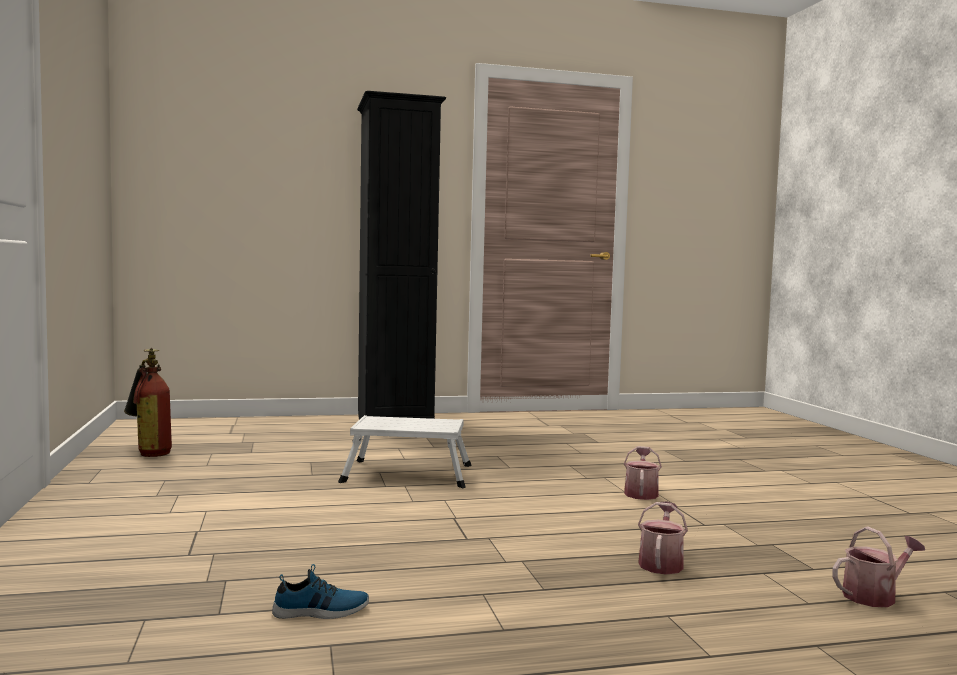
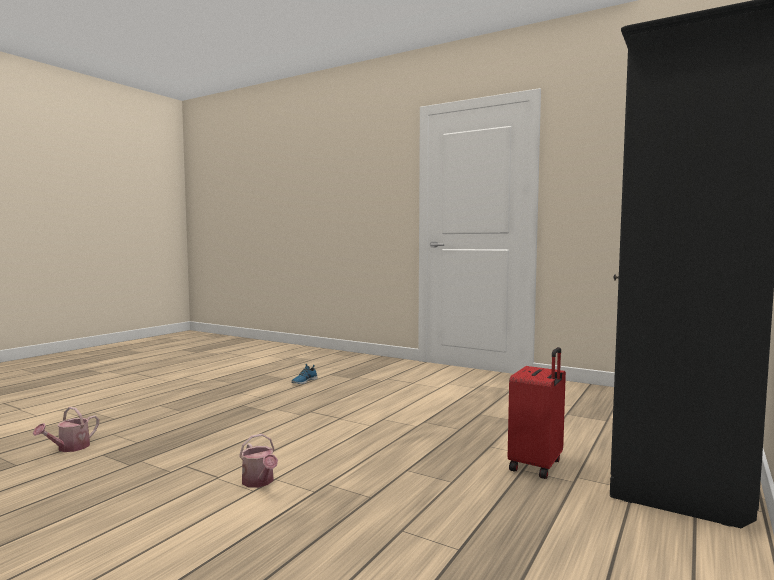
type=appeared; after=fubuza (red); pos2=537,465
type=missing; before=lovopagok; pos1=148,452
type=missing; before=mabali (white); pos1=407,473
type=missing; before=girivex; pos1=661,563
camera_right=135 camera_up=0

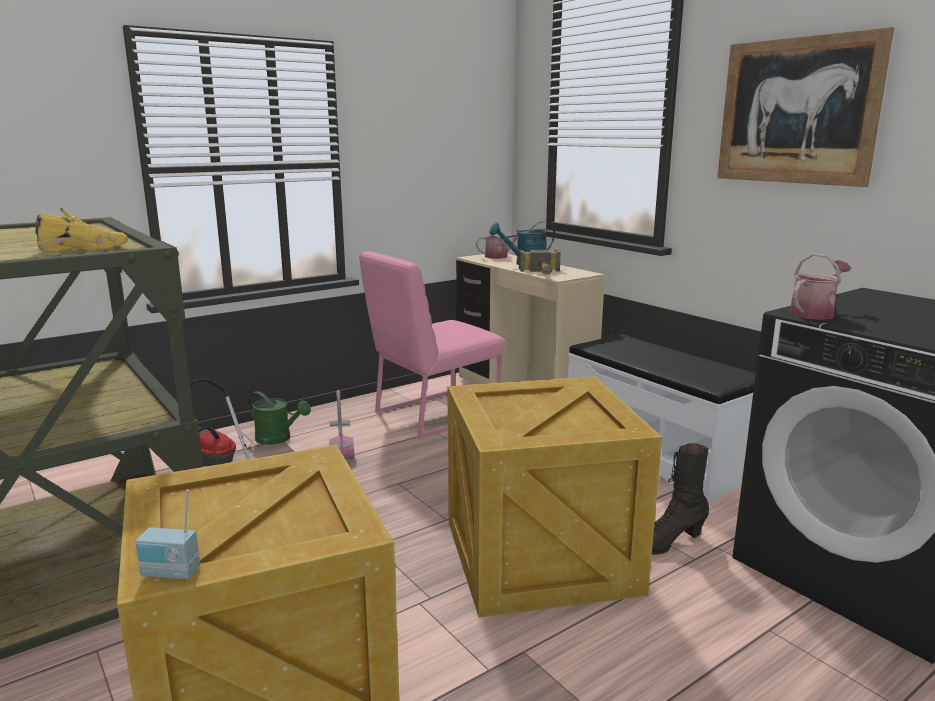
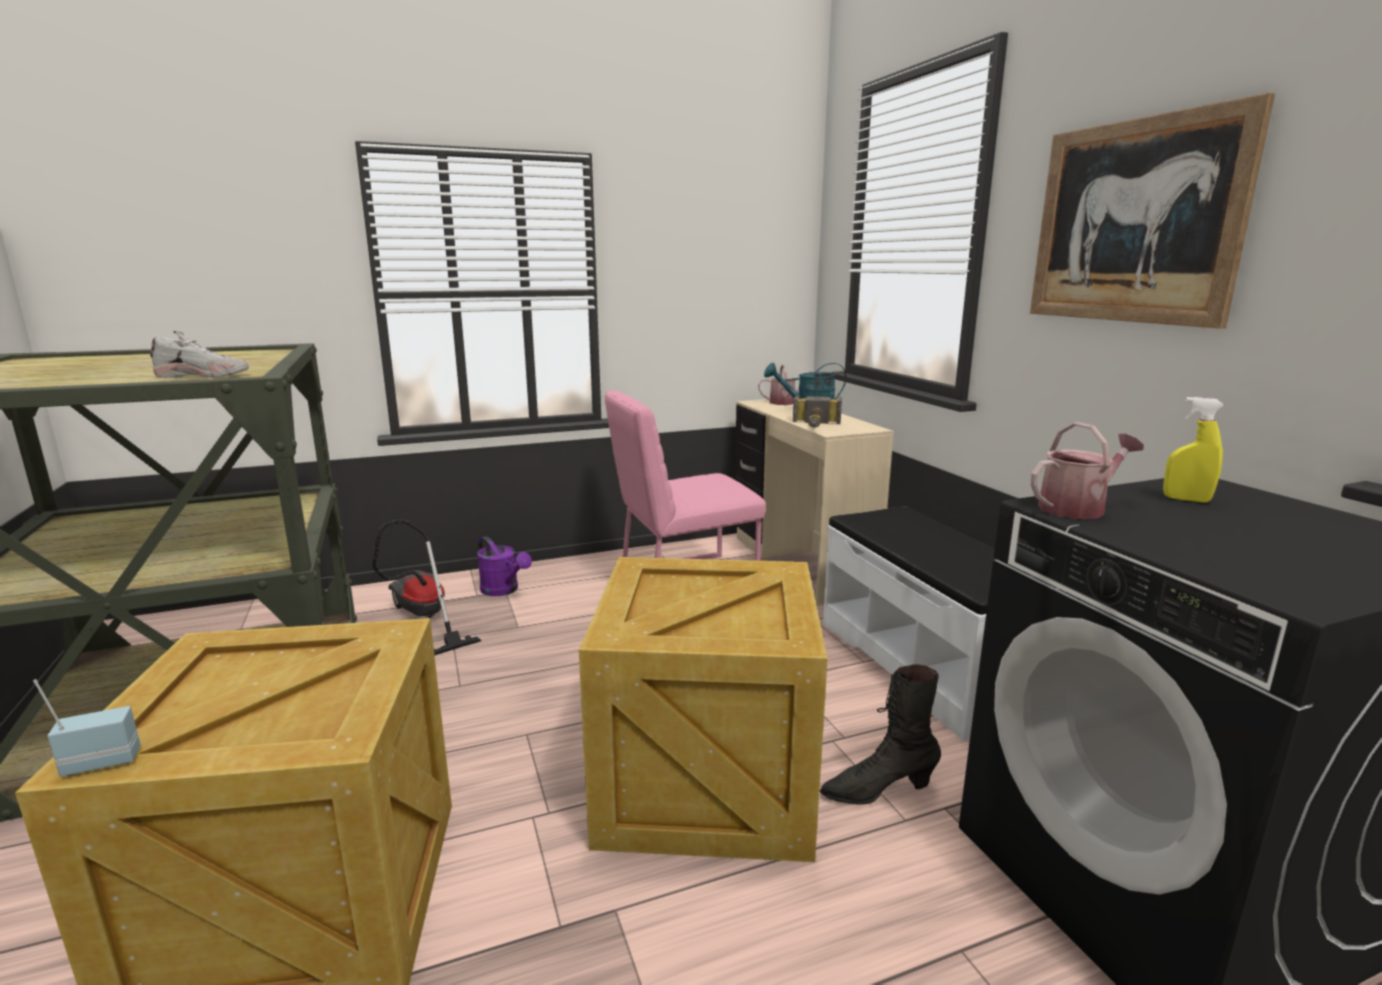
type=spun; before=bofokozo; pos1=170,573; pos2=102,761; turn=135
type=colour; before=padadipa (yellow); after=padadipa (white); pos1=84,249; pos2=204,375
type=colour; before=girivex (green); after=girivex (purple); pos1=278,439; pos2=504,590
type=appeared; after=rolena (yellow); pos2=1186,499
type=missing; before=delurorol; pos1=341,441
camera_right=15 camera_up=0

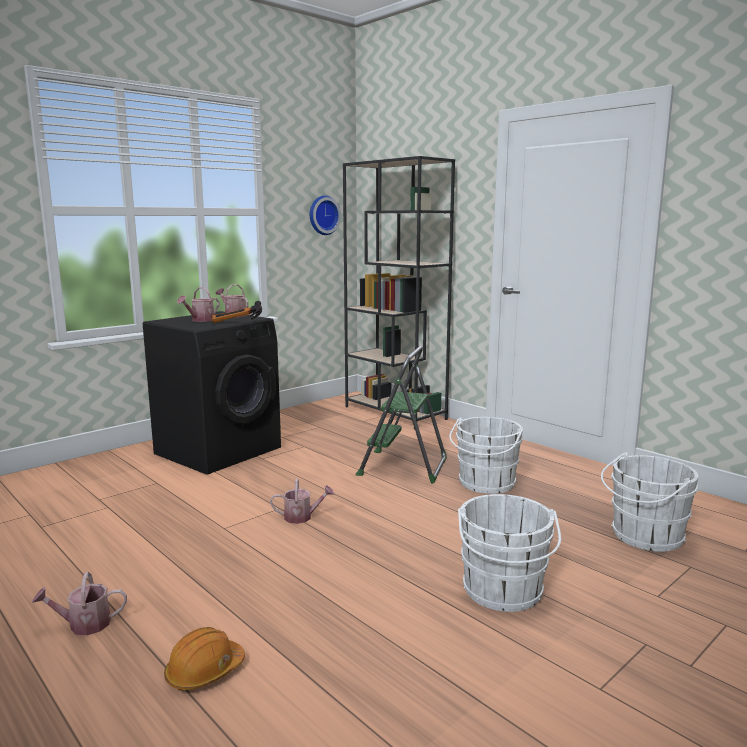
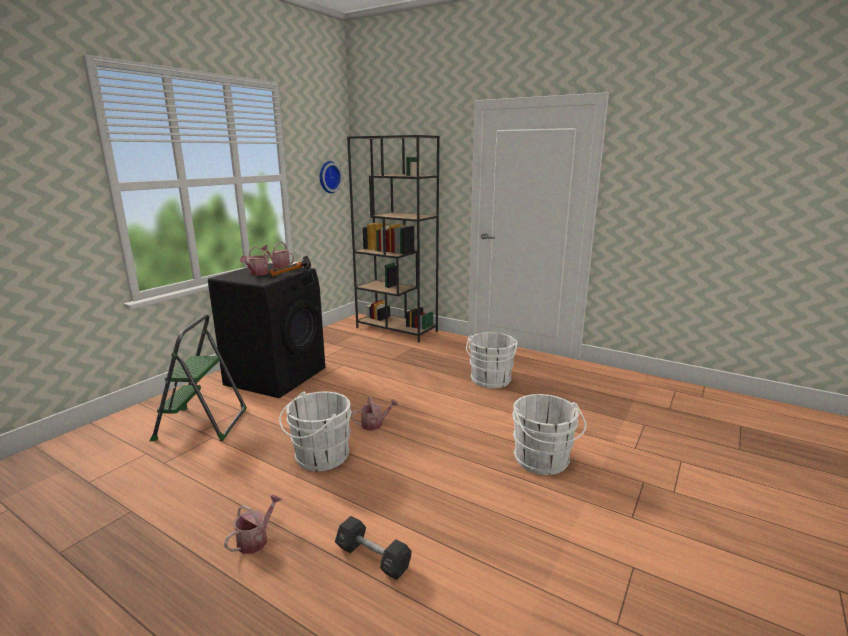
type=relocated; before=mabali (green); pos1=406,467; pos2=204,424
type=spun; before=girivex; pos1=84,624; pos2=256,539; turn=150
type=relocated; before=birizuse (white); pos1=644,536; pos2=319,457
type=exchanged; before=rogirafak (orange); after=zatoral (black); pos1=204,672; pos2=373,558
camera_right=-15 camera_up=5

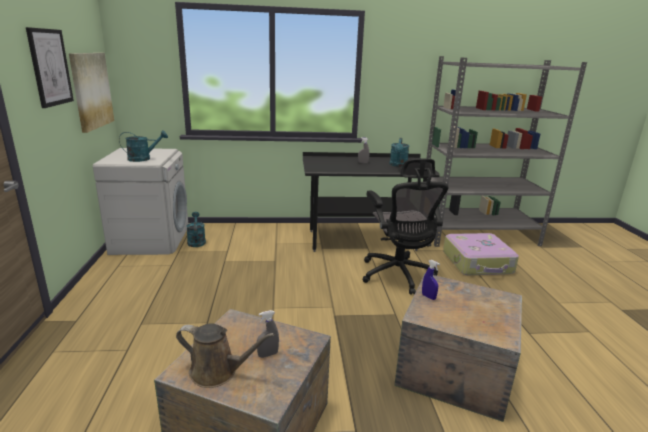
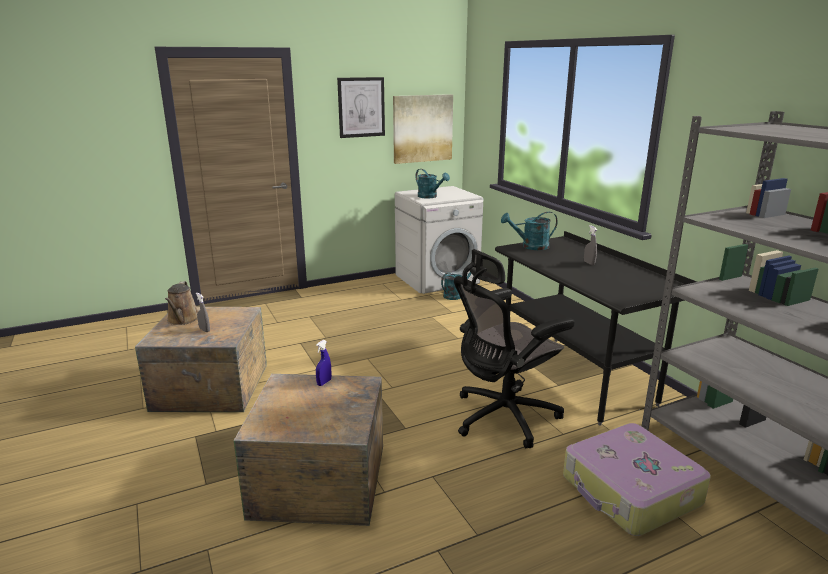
type=relocated; before=girivex (turquoise); pos1=398,165; pos2=530,246
camera_right=70 camera_up=0

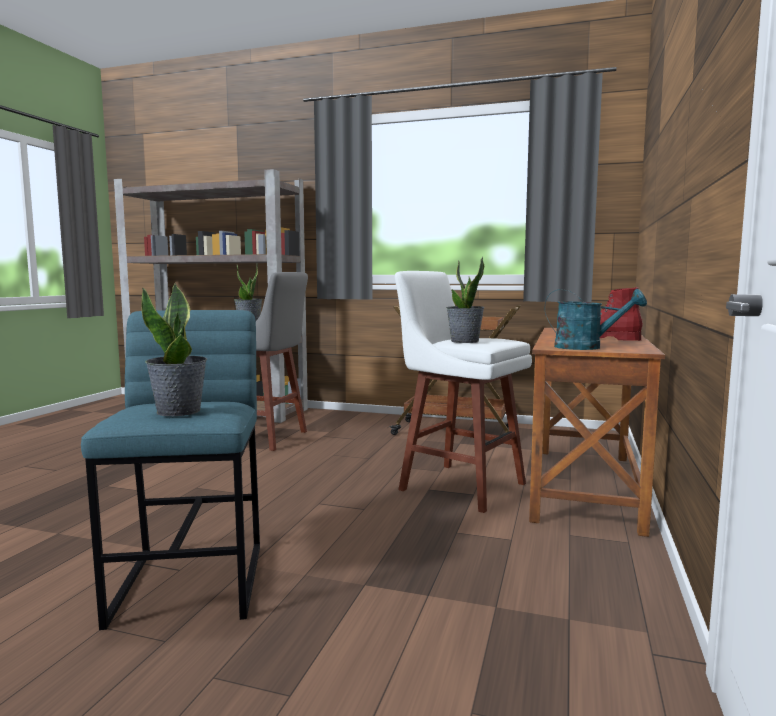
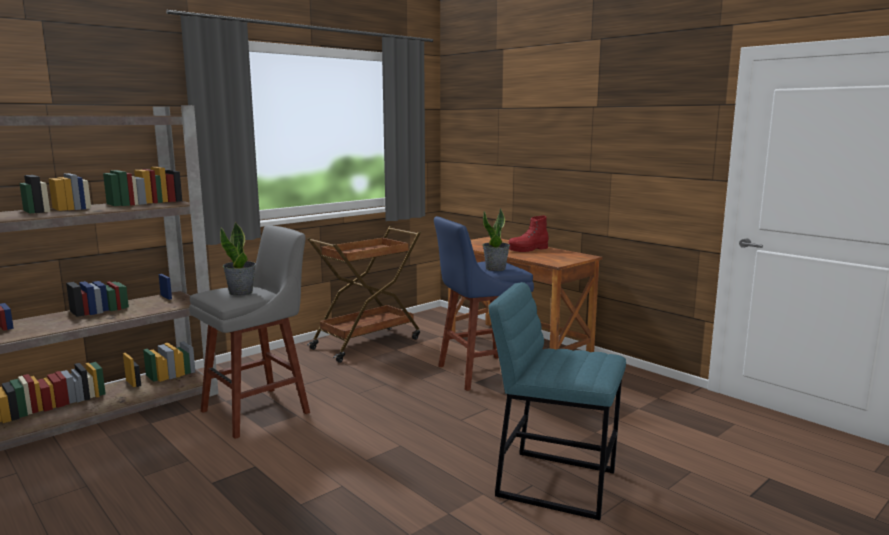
type=colour; before=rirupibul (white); after=rirupibul (blue); pos1=460,486; pos2=480,373
type=missing; before=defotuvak; pos1=179,411
type=missing; before=girivex (turquoise); pos1=586,347
camera_right=-60 camera_up=5

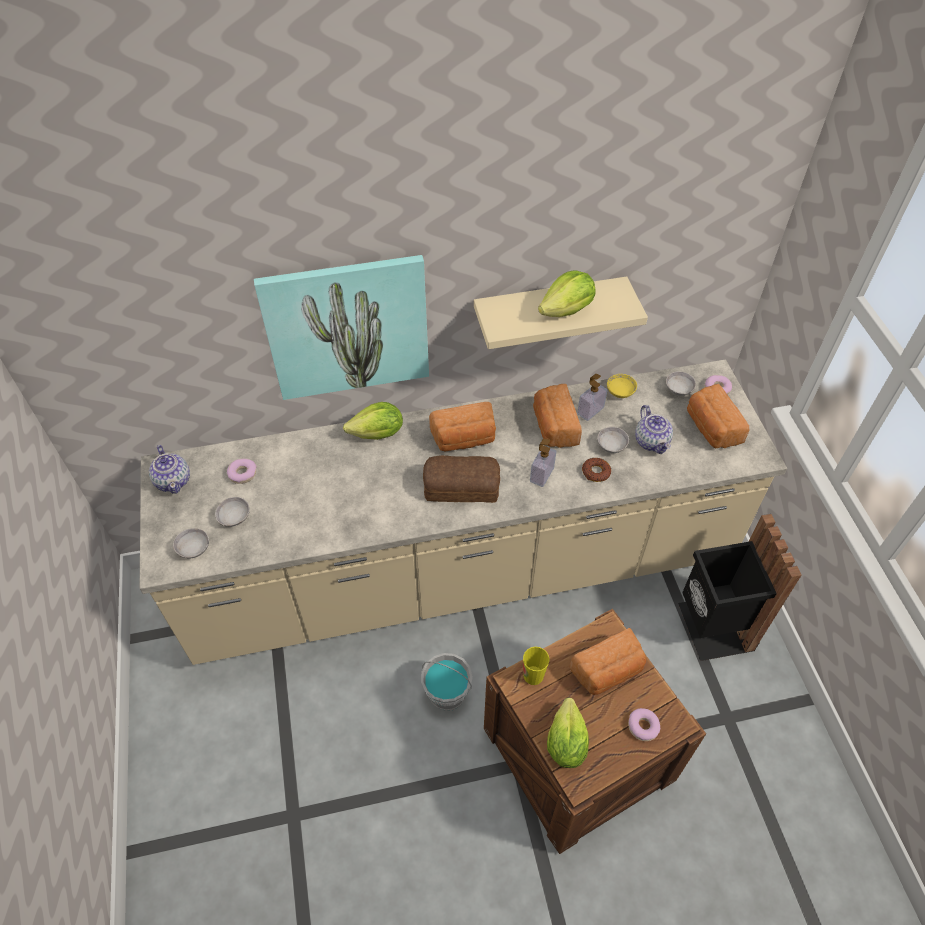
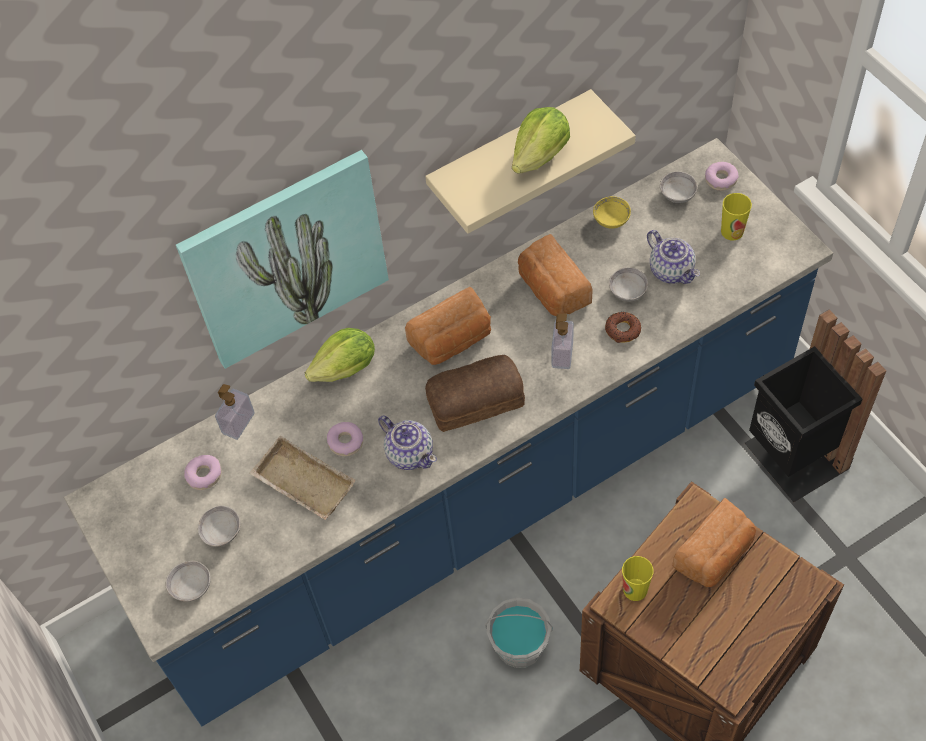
type=colour; before=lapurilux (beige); after=lapurilux (blue); pos1=462,570; pos2=475,492
type=relocated; before=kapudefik; pos1=590,411; pos2=238,423
type=appeared; after=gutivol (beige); pos2=301,484
type=relocated; before=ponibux; pos1=643,726; pos2=346,442
type=relocated; before=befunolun; pos1=173,480; pos2=410,453
type=exchanged; before=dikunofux; after=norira; pos1=711,428; pos2=732,231
type=missing; before=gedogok; pos1=565,743
camera_right=-15 camera_up=5

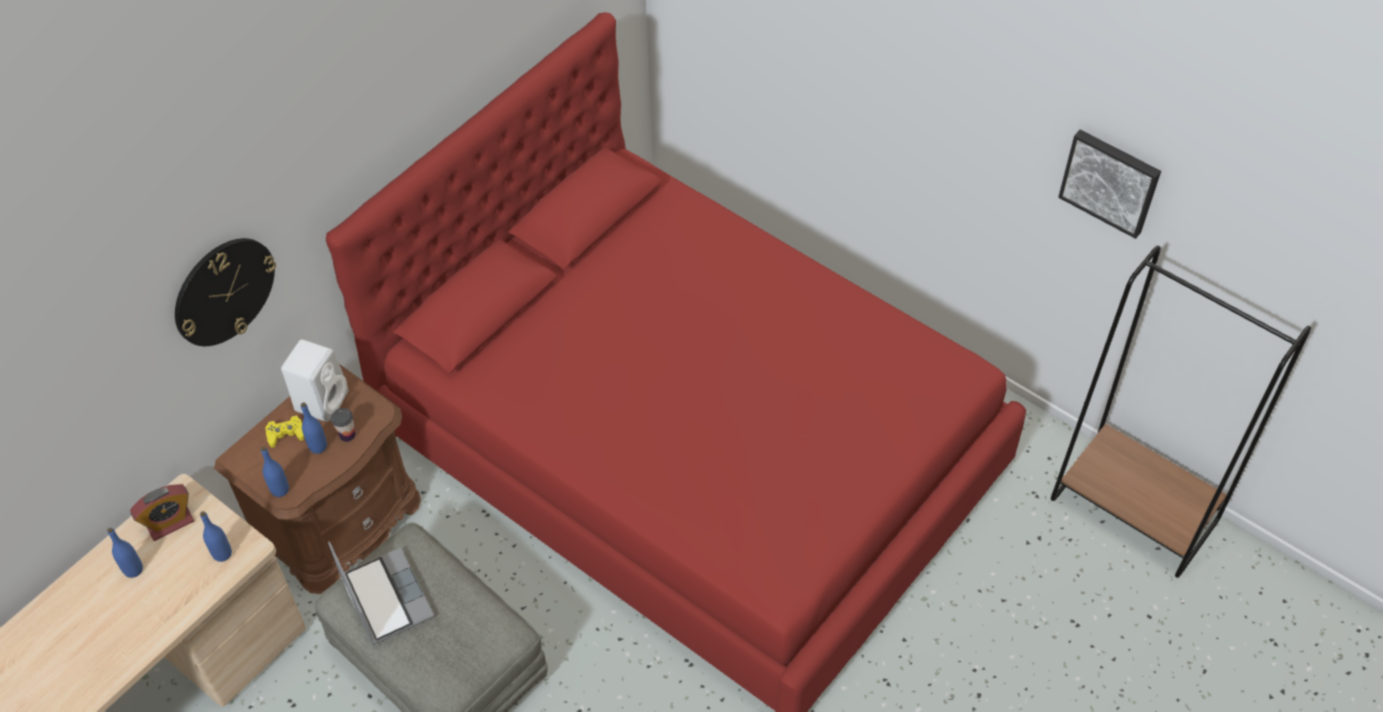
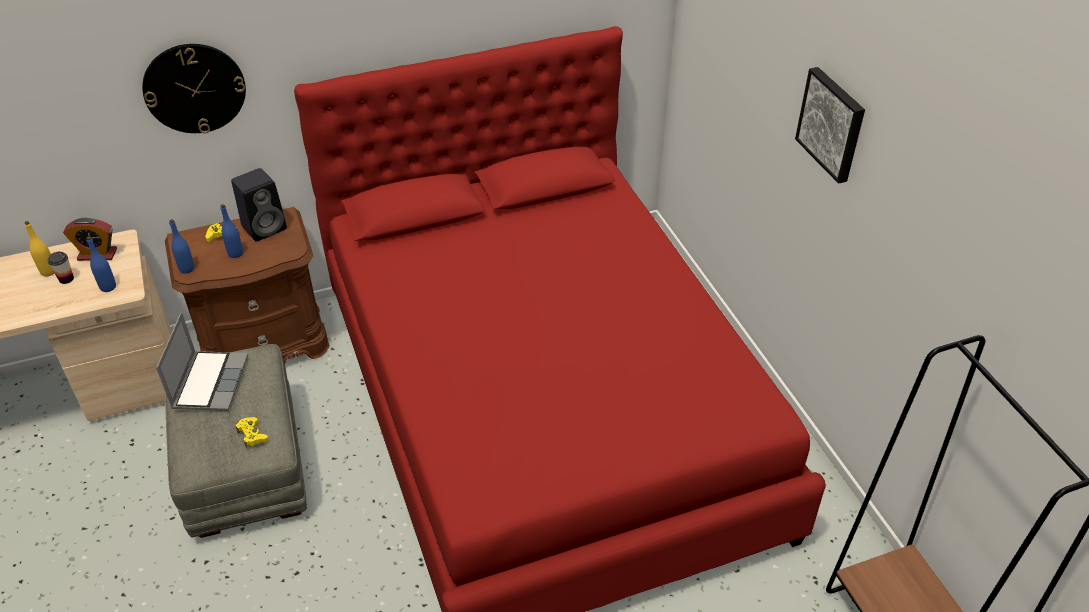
type=colour; before=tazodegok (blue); after=tazodegok (yellow); pos1=133,570; pos2=48,271
type=relocated; before=norira; pos1=347,435; pos2=66,279
type=colour; before=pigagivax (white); after=pigagivax (black); pos1=322,399; pos2=265,227
type=appeared; after=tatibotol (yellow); pos2=252,435
type=relocated; before=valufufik; pos1=1110,181; pos2=832,124
camera_right=30 camera_up=-10

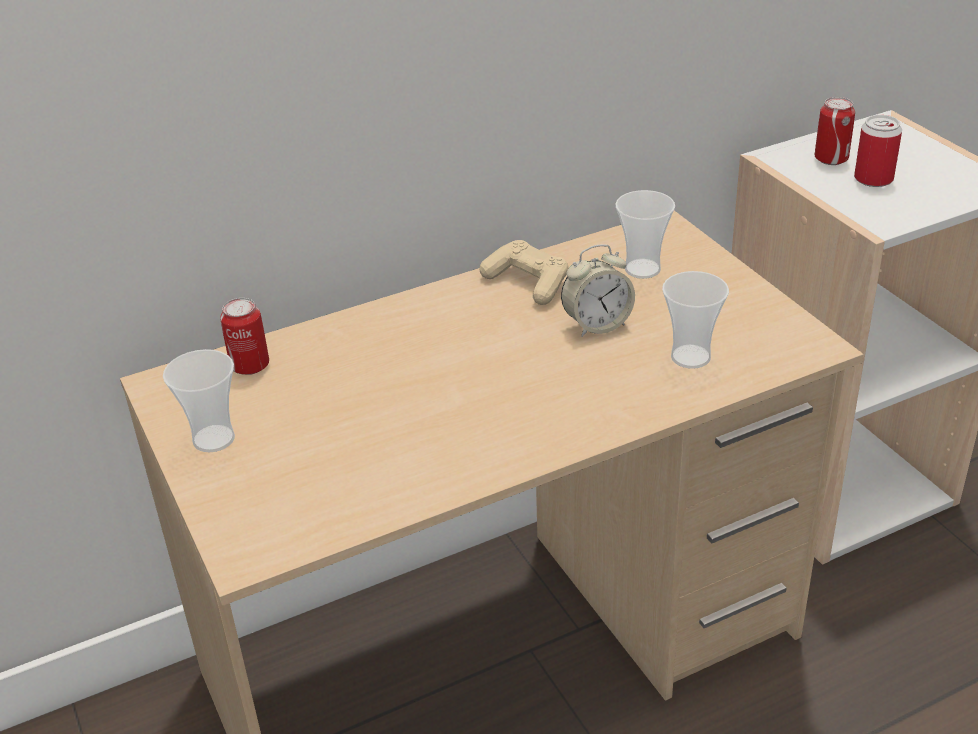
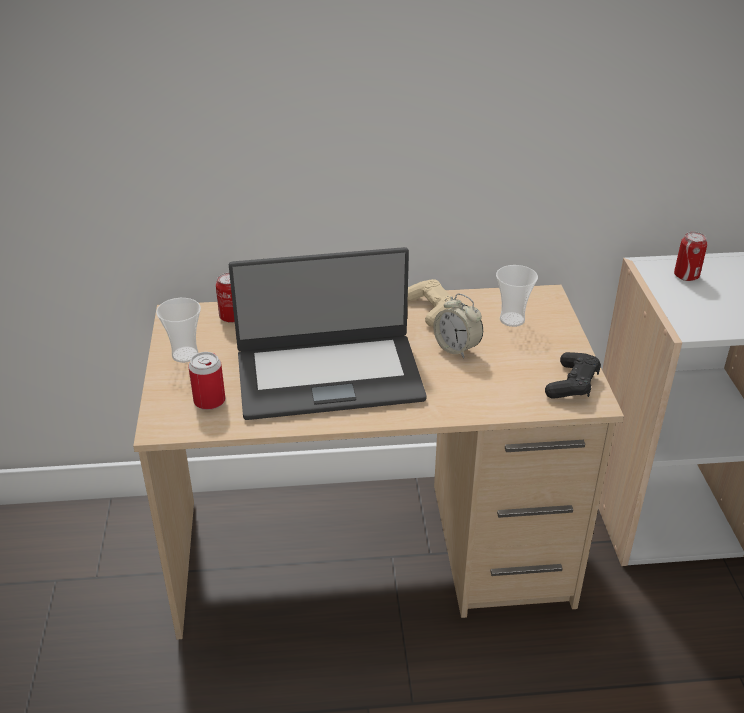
type=relocated; before=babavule; pos1=873,179; pos2=209,401
type=appeared; after=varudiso; pos2=328,375
type=spun; before=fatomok; pos1=597,325; pos2=457,348; turn=45
type=appeared; after=tatibotol (black); pos2=572,384
type=missing; before=norira; pos1=690,357
camera_right=20 camera_up=0

